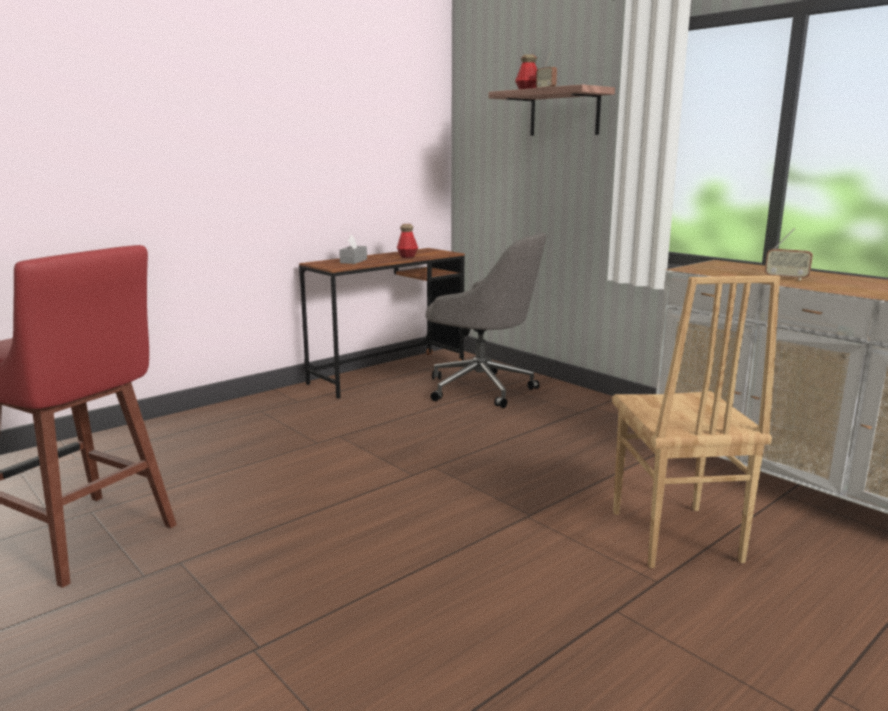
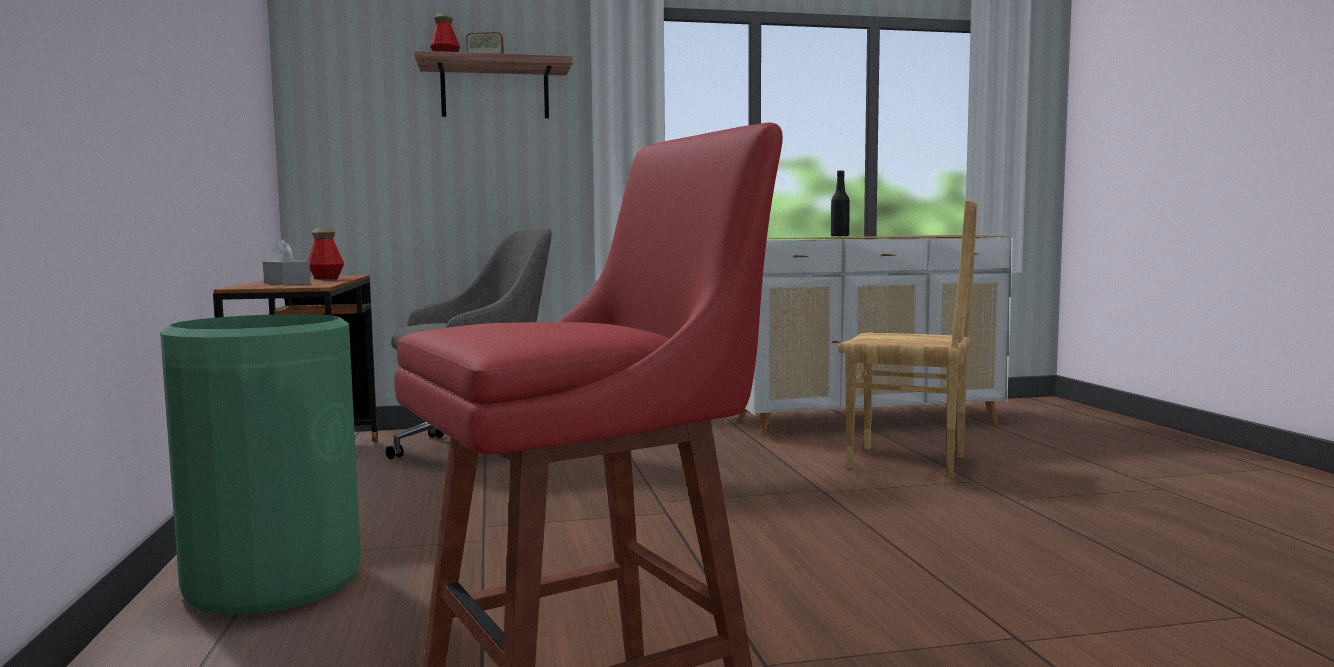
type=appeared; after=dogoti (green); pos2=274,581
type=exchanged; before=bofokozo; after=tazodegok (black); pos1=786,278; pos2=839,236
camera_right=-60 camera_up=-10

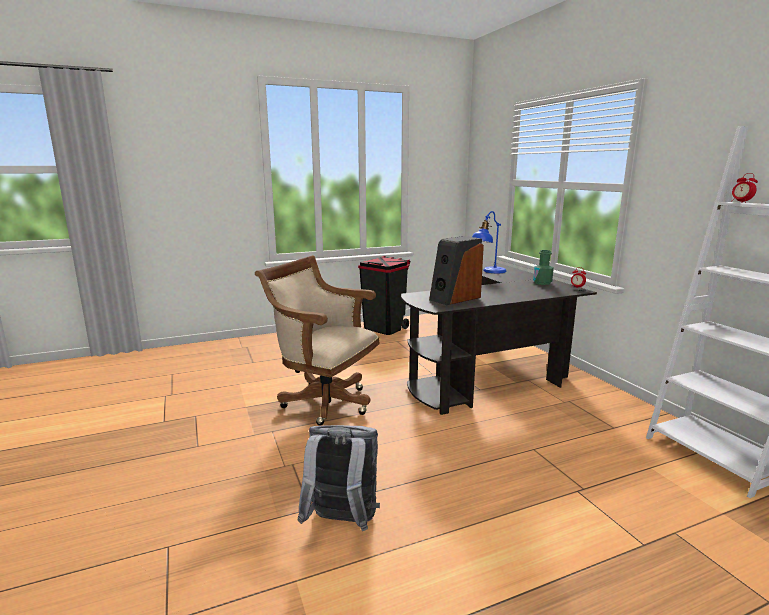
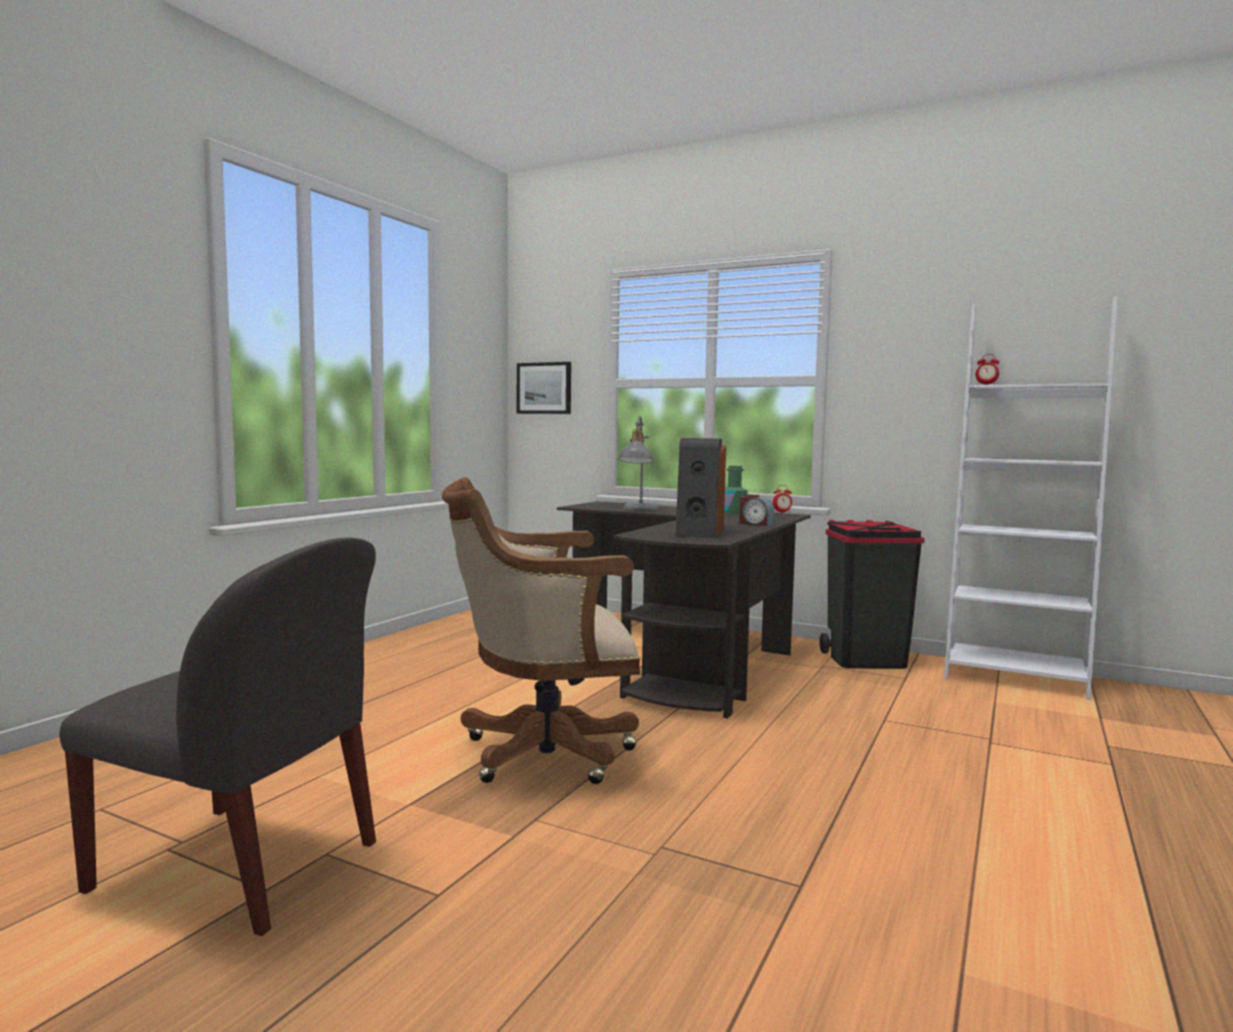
type=appeared; after=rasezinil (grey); pos2=242,868
type=appeared; after=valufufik; pos2=544,388
type=colour; before=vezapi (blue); after=vezapi (grey); pos1=488,272; pos2=638,510
type=appeared; after=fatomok; pos2=755,524
type=relocated; before=dogoti (black); pos1=384,328; pos2=865,660
type=missing; before=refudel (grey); pos1=342,522
camera_right=-40 camera_up=-10

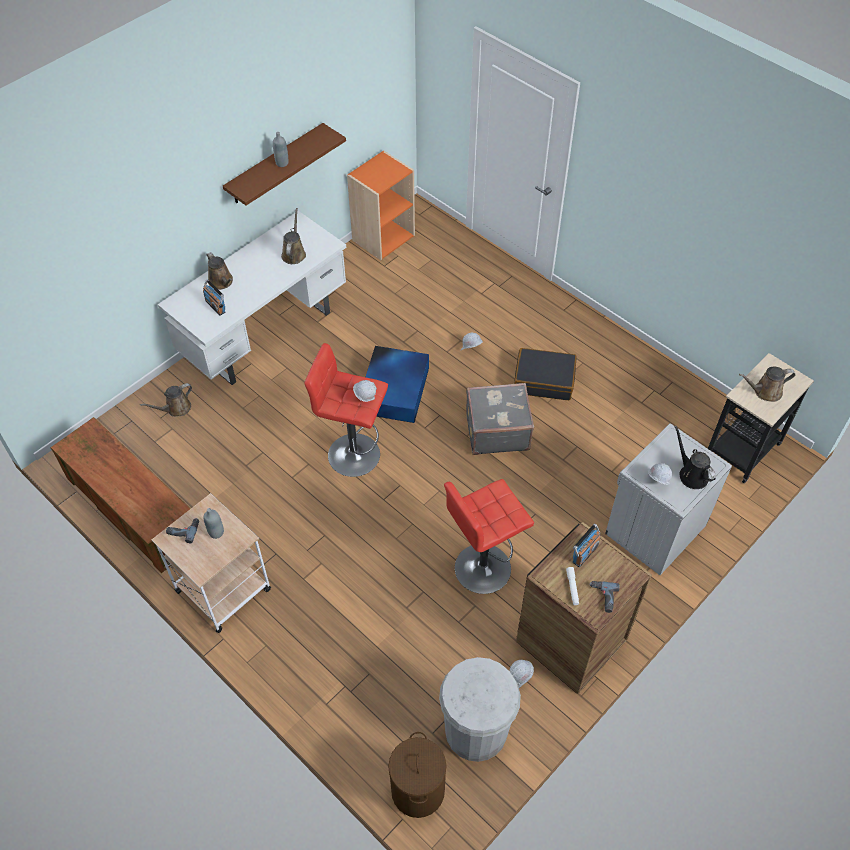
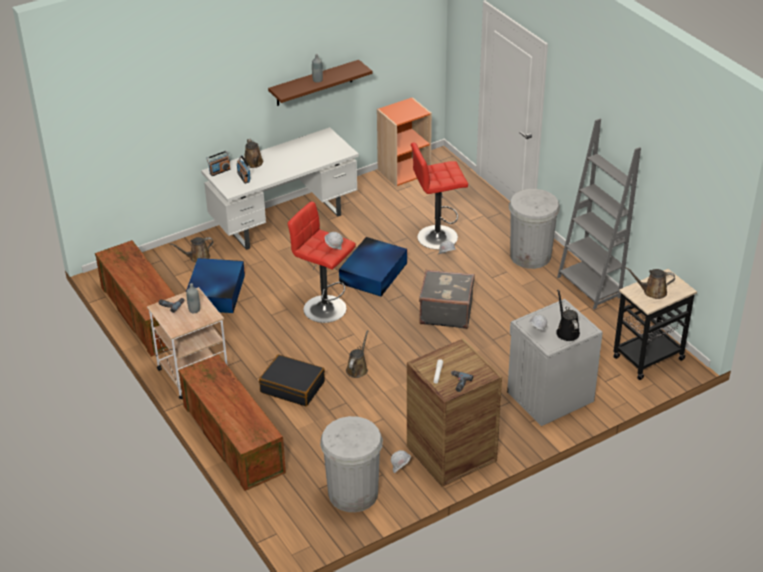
type=appeared; after=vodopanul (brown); pos2=231,438
type=appeared; after=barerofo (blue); pos2=215,293
type=relocated; before=bofokozo; pos1=585,553; pos2=219,171
type=relocated; before=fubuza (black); pos1=544,380; pos2=293,387
type=relocated; before=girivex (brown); pos1=294,253; pos2=357,368
type=relocated; before=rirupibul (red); pos1=481,568; pos2=437,237
type=appeared; after=dogoti (white); pos2=530,256
type=appeared; after=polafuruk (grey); pos2=589,287
type=missing; before=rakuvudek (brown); pos1=418,791
camera_right=15 camera_up=-15

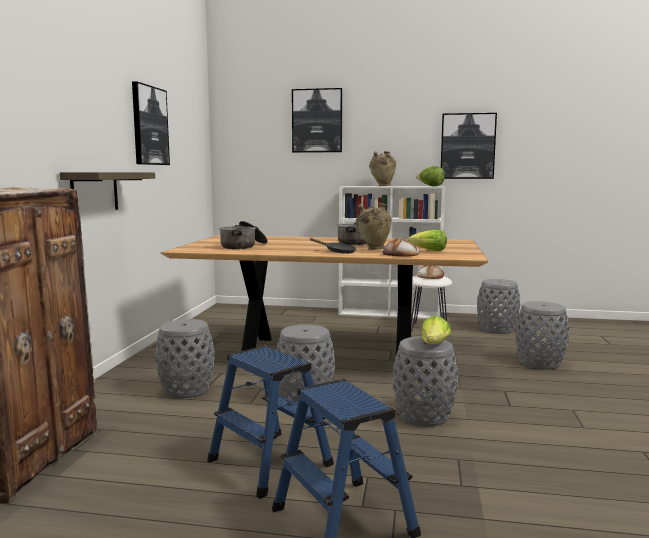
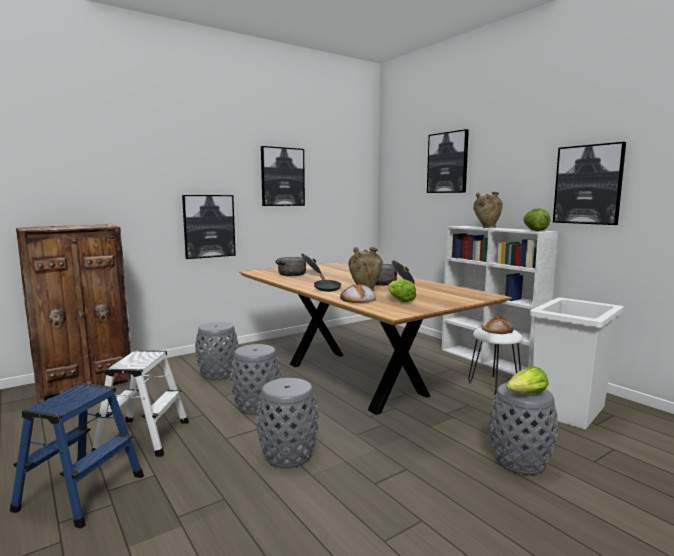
type=colour; before=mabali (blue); after=mabali (white); pos1=269,462; pos2=143,437
type=exchanged; before=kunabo; after=valufufik; pos1=94,192; pos2=209,226
type=relocated; before=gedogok; pos1=434,345; pos2=527,394
type=exchanged; before=rirupibul (grey); after=dogoti (white); pos1=496,329; pos2=567,410
camera_right=45 camera_up=0

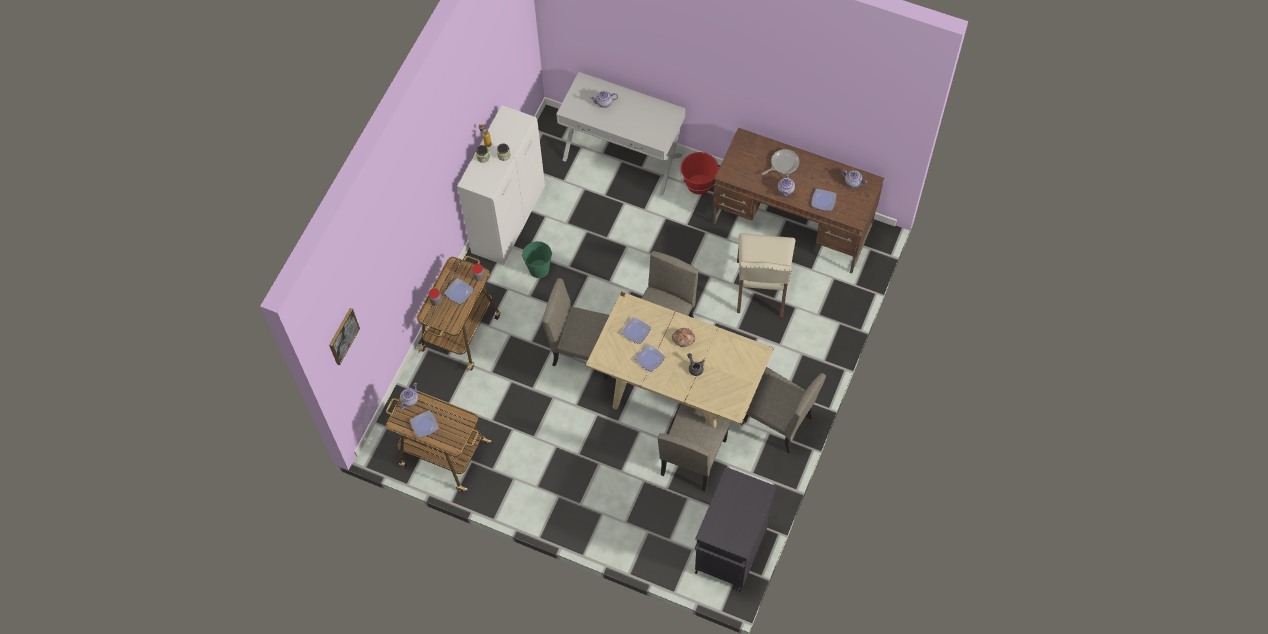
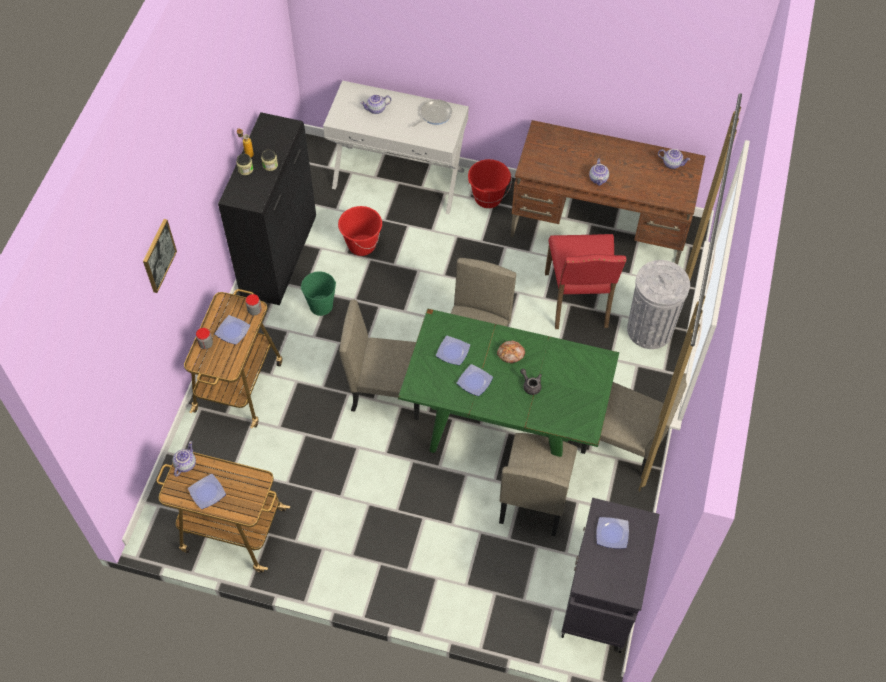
type=relocated; before=valufufik; pos1=343,336; pos2=158,255
type=colour; before=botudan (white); after=botudan (black); pos1=509,220; pos2=279,257
type=appeared; after=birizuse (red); pos2=361,245
type=colour; before=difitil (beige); after=difitil (green); pos1=678,393; pos2=504,425
type=relocated; before=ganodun; pos1=783,164; pos2=434,115
type=colour; before=rasezinil (beige); after=rasezinil (red); pos1=761,290; pos2=578,301
type=relocated; before=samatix; pos1=823,200; pos2=611,533
type=appeared; after=dogoti (grey); pos2=649,329
camera_right=-10 camera_up=-5

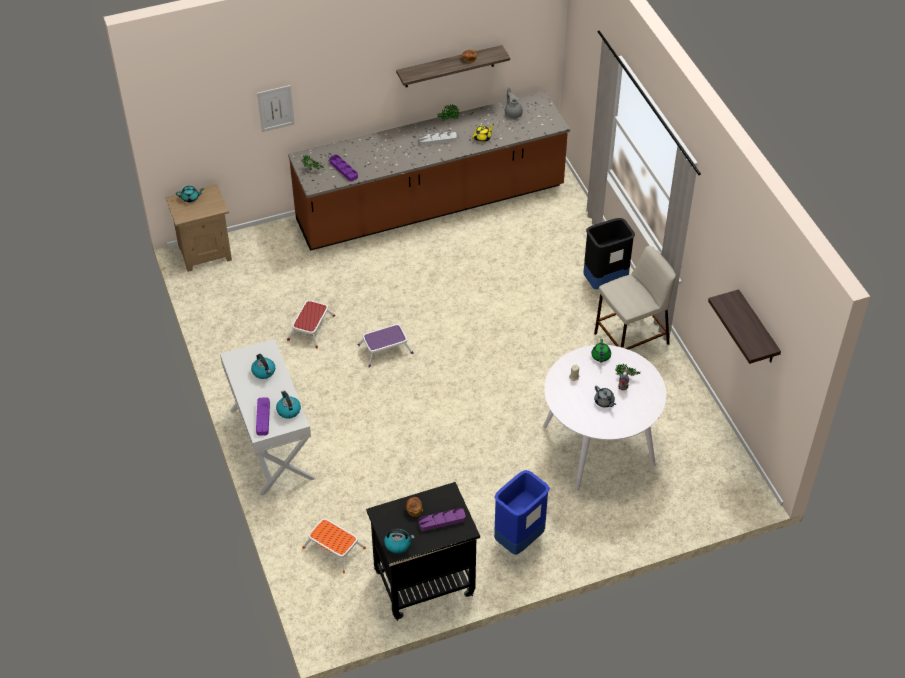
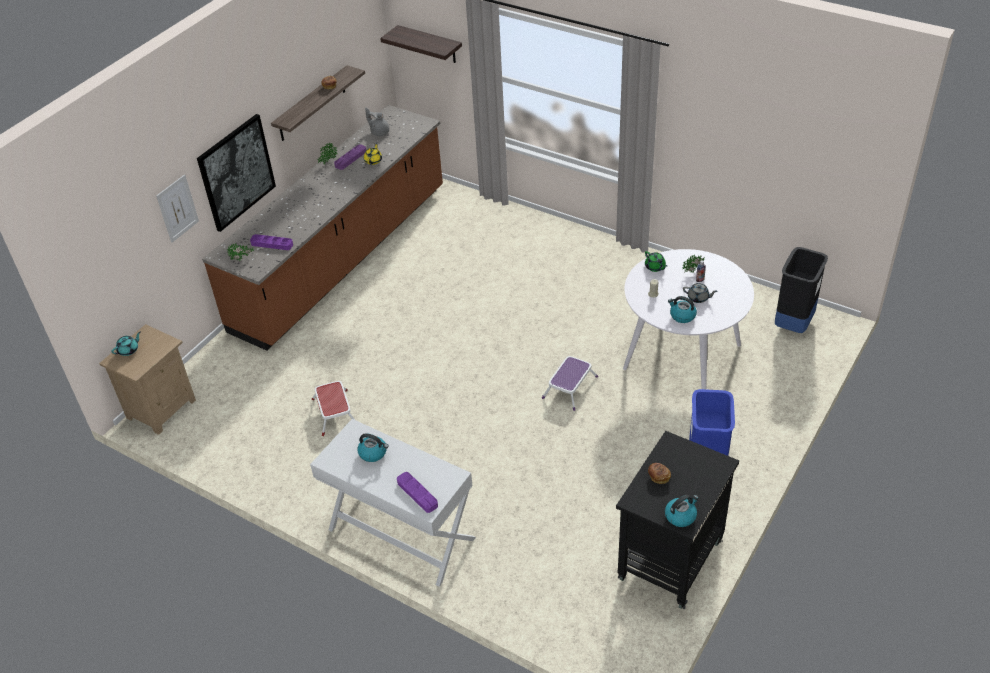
type=appeared; after=valufufik; pos2=236,172
type=relocated; before=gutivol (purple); pos1=442,521; pos2=350,159
type=relocated; before=kunabo; pos1=757,329; pos2=430,44
type=relocated; before=mabali (purple); pos1=385,348; pos2=569,387
type=relocated; before=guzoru; pos1=288,410; pos2=682,316
type=relocated; before=dogoti (black); pos1=604,282; pos2=793,324
type=missing; before=mabali (orange); pos1=333,548
type=missing; before=gutivol (grey); pos1=438,140
type=missing; before=rirupibul (beige); pos1=631,339
camera_right=-35 camera_up=-5

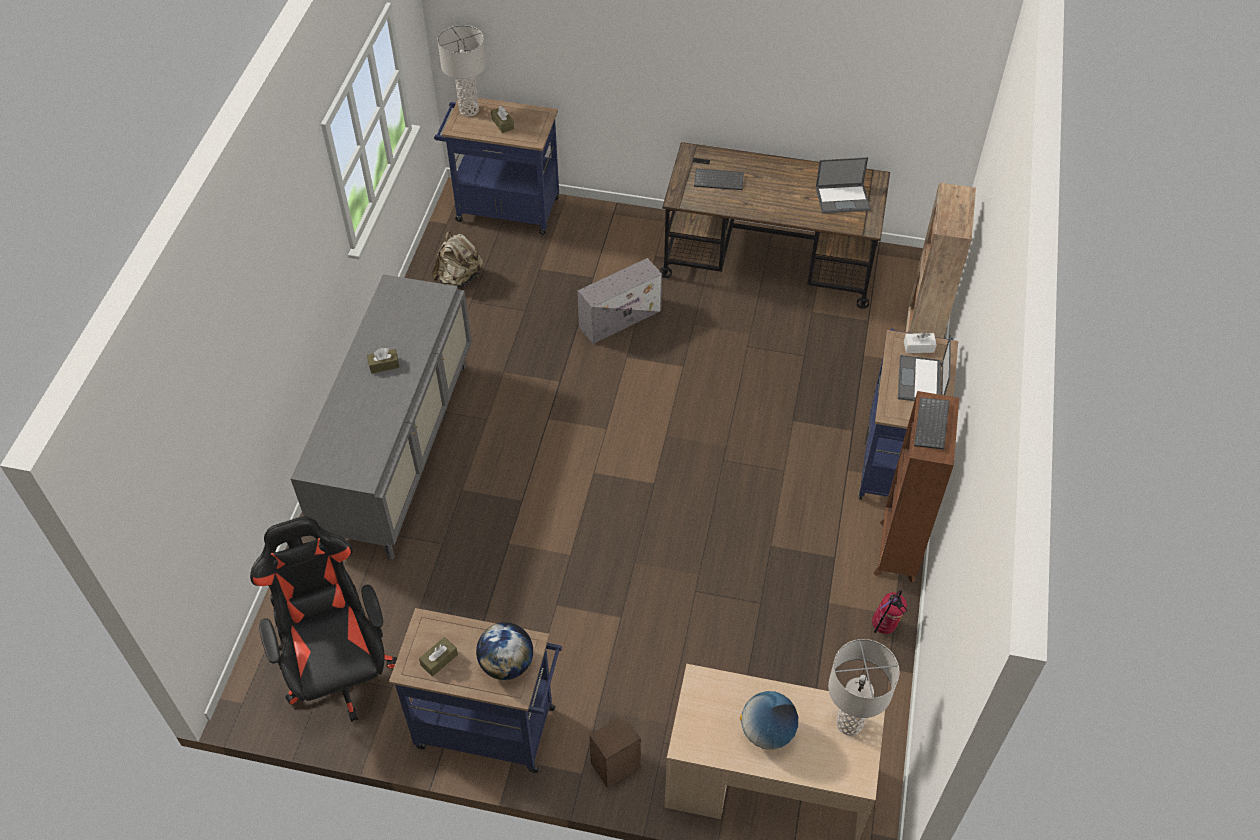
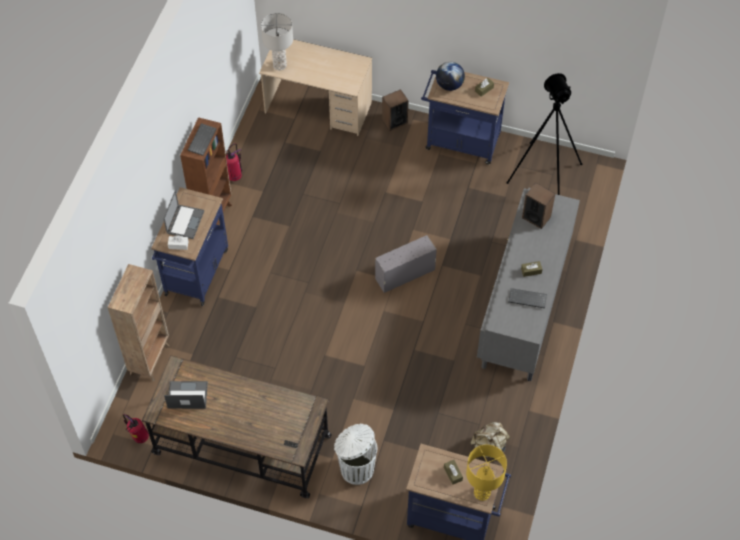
type=appeared; after=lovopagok; pos2=139,437
type=appeared; after=dogoti (white); pos2=356,468
type=relocated; before=barerofo (grey); pos1=621,318; pos2=404,274
type=colour; before=vezapi (white); after=vezapi (yellow); pos1=469,110; pos2=482,492
type=exchanged; before=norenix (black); after=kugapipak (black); pos1=341,675; pos2=544,173
type=relocated; before=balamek; pos1=719,180; pos2=526,299
type=appeared; after=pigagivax; pos2=536,217
type=missing; before=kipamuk; pos1=767,732
camera_right=-175 camera_up=5

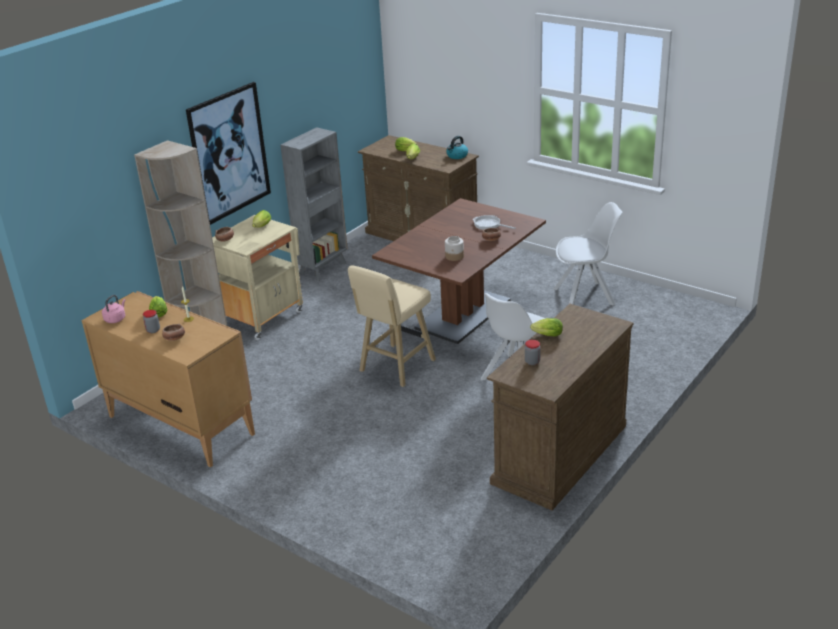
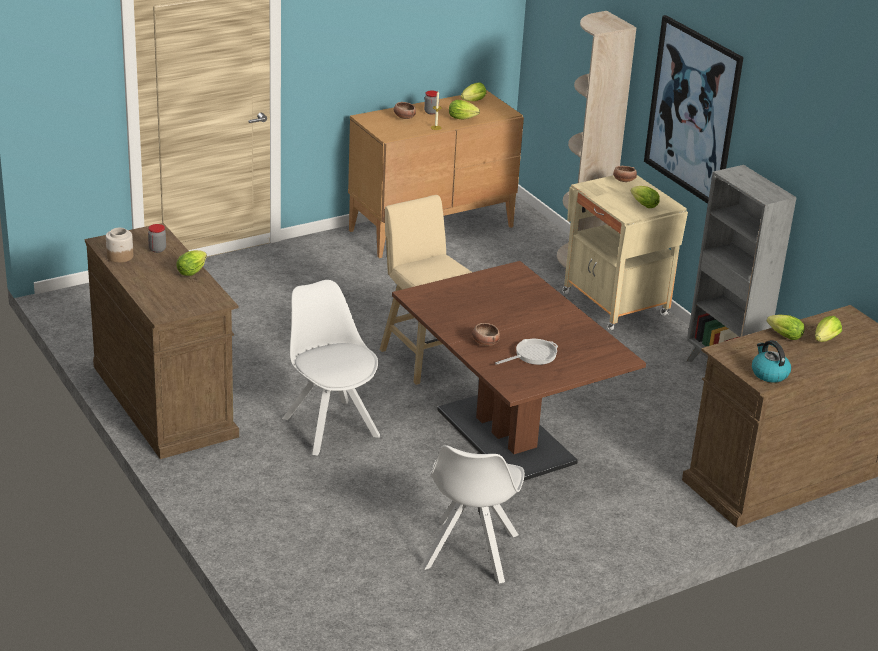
type=relocated; before=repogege; pos1=454,256; pos2=119,256
type=exchanged; before=guzoru (pink); after=gedogok; pos1=116,319; pos2=472,102
camera_right=110 camera_up=0

